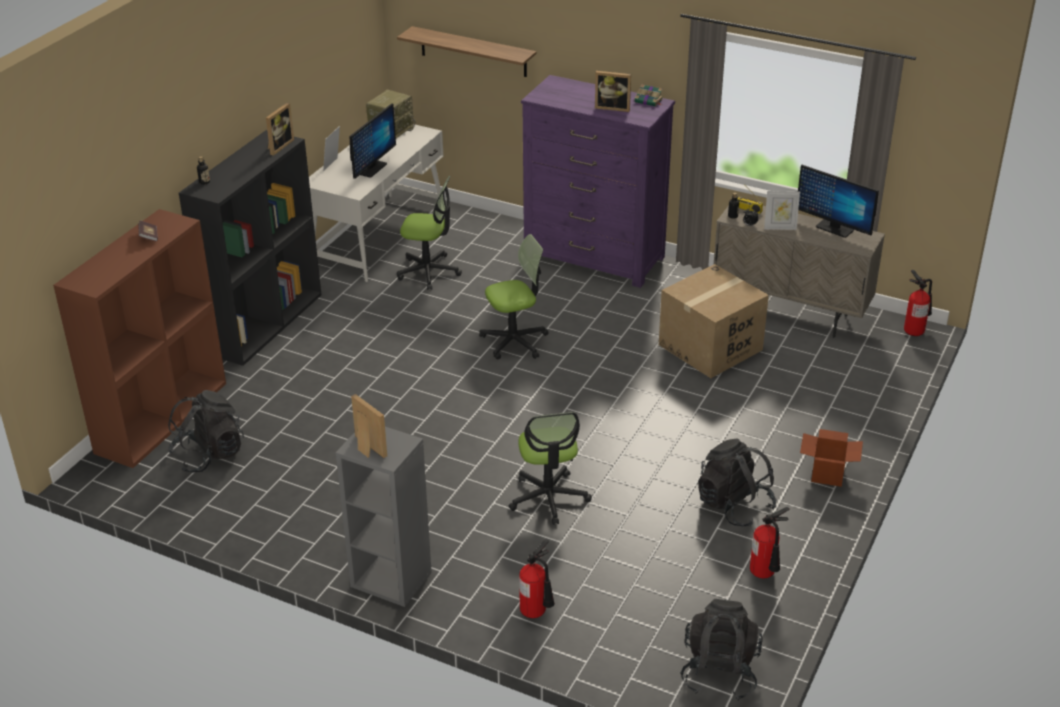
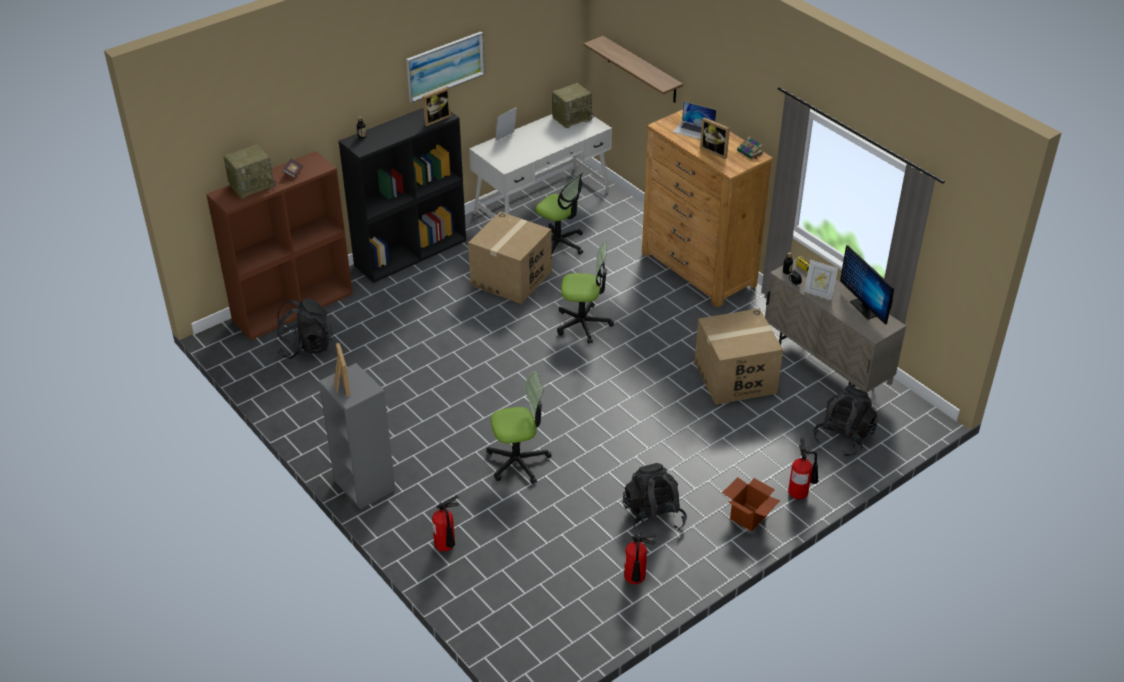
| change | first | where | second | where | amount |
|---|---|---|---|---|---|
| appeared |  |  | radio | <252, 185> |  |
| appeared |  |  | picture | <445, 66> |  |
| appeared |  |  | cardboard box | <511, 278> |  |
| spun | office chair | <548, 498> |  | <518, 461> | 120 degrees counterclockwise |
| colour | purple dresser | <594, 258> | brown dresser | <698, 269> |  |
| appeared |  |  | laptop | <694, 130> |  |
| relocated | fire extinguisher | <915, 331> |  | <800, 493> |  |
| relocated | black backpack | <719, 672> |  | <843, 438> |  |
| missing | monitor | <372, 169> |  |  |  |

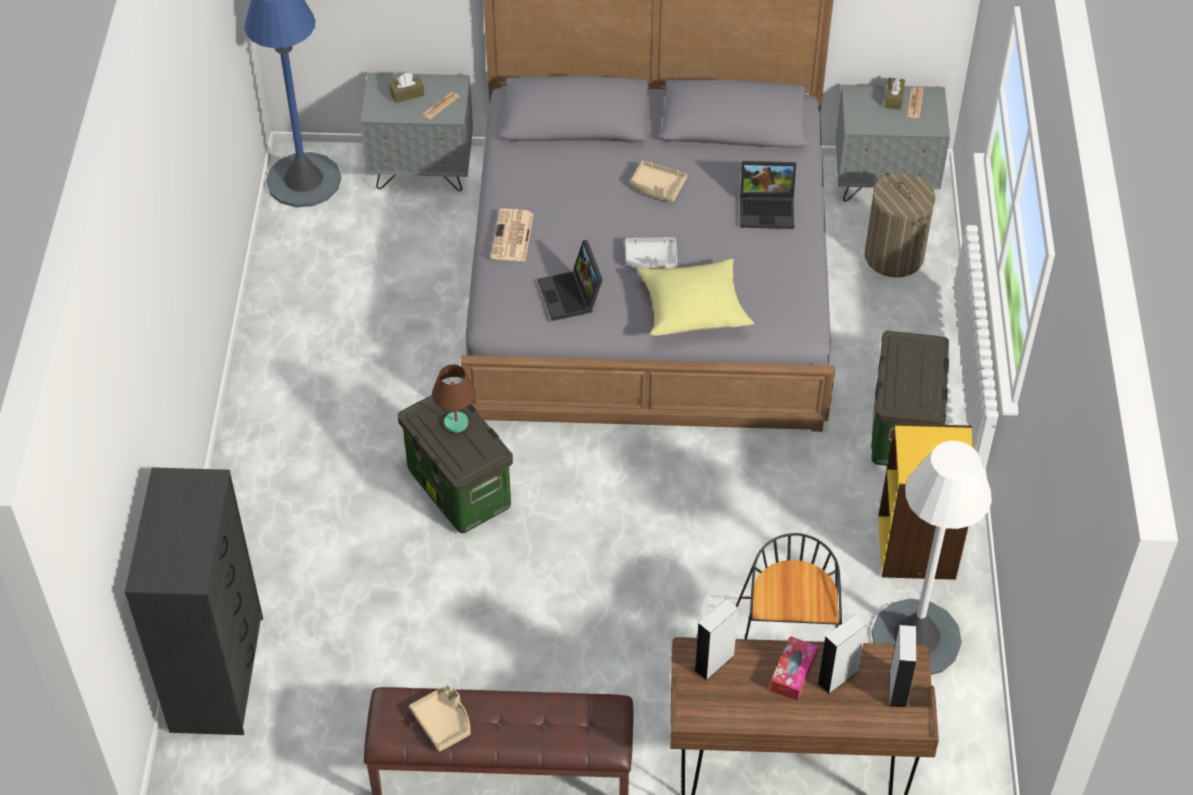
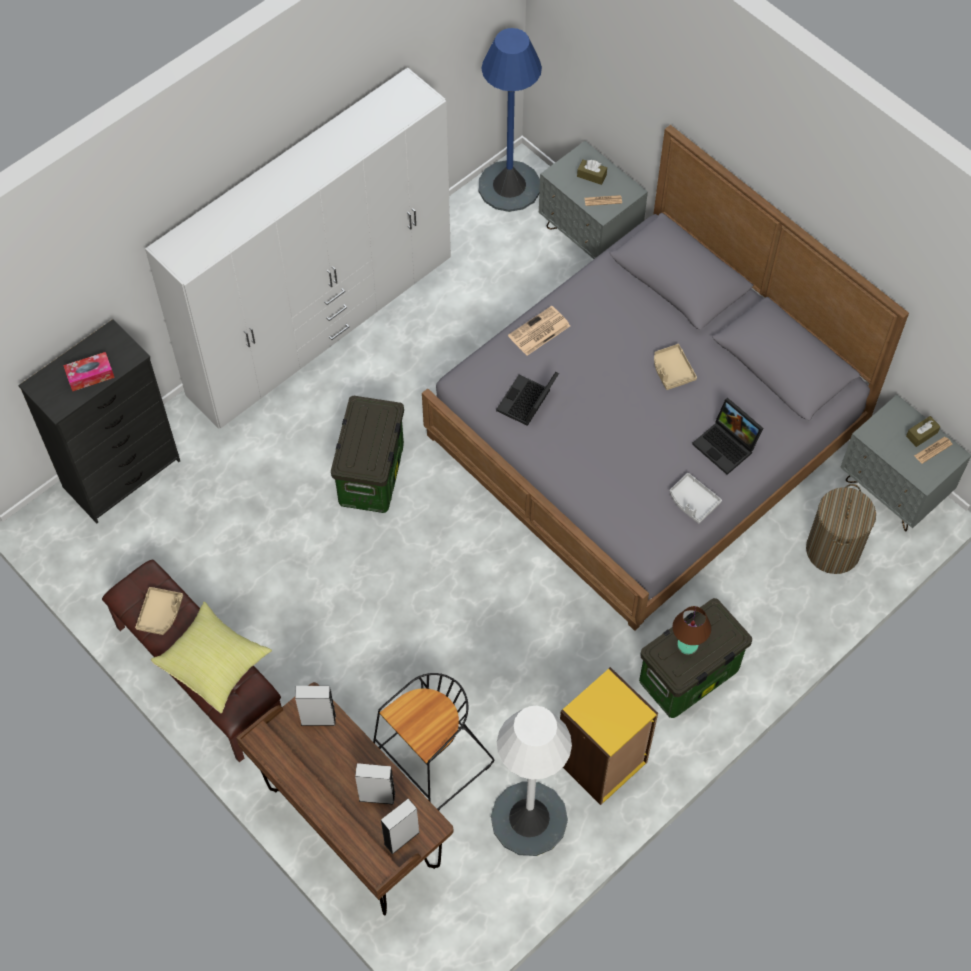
| change | first | where | second | where | amount |
|---|---|---|---|---|---|
| relocated | tissue box | <793, 673> |  | <90, 375> |  |
| appeared |  |  | white wardrobe | <321, 325> |  |
| relocated | yellow pillow | <693, 310> |  | <215, 664> |  |
| relocated | grey tray | <651, 259> |  | <693, 501> |  |
| relocated | brown table lamp | <455, 423> |  | <687, 644> |  |

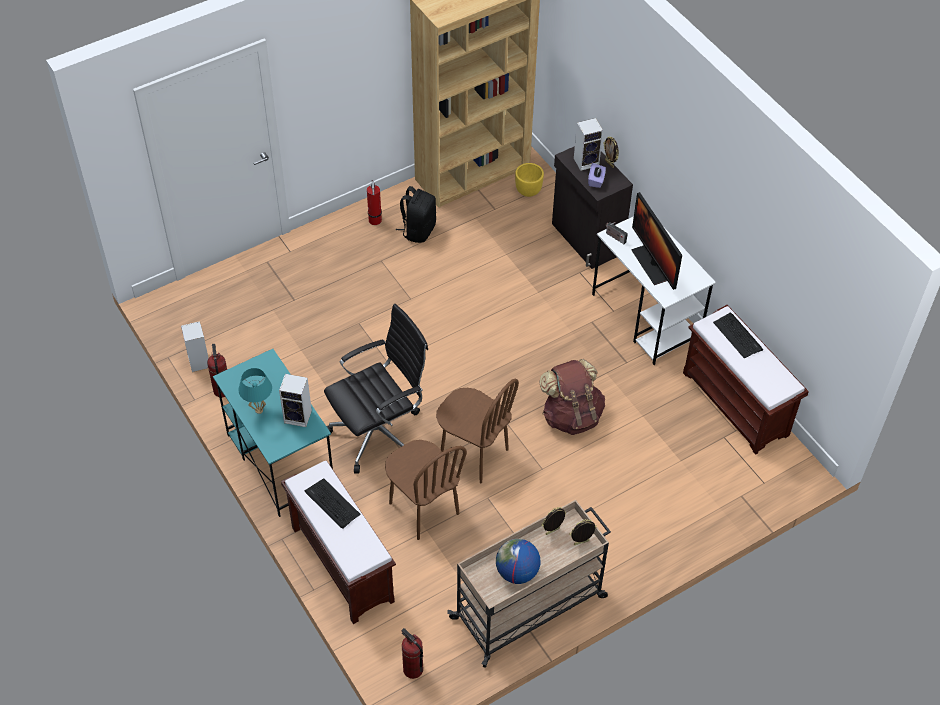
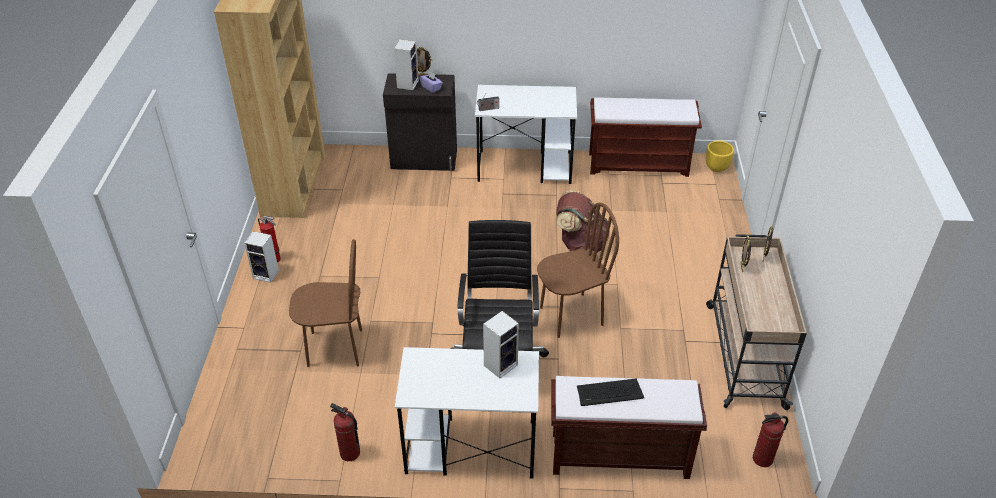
| change | first | where | second | where | amount |
|---|---|---|---|---|---|
| relocated | speaker | <200, 362> |  | <267, 274> |  |
| relocated | brown chair | <423, 509> |  | <335, 348> |  |
| colour | turquoise desk | <279, 460> | white desk | <469, 447> |  |
| relocated | yellow planter | <528, 191> |  | <717, 168> |  |
| missing | turquoise table lamp | <259, 410> |  |  |  |
| missing | black backpack | <418, 230> |  |  |  |
| missing | globe | <517, 572> |  |  |  |
| missing | monitor | <652, 264> |  |  |  |
| missing | keyboard | <737, 336> |  |  |  |

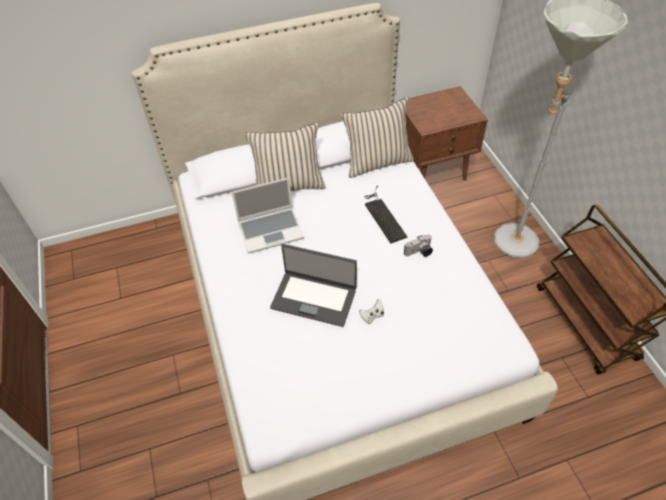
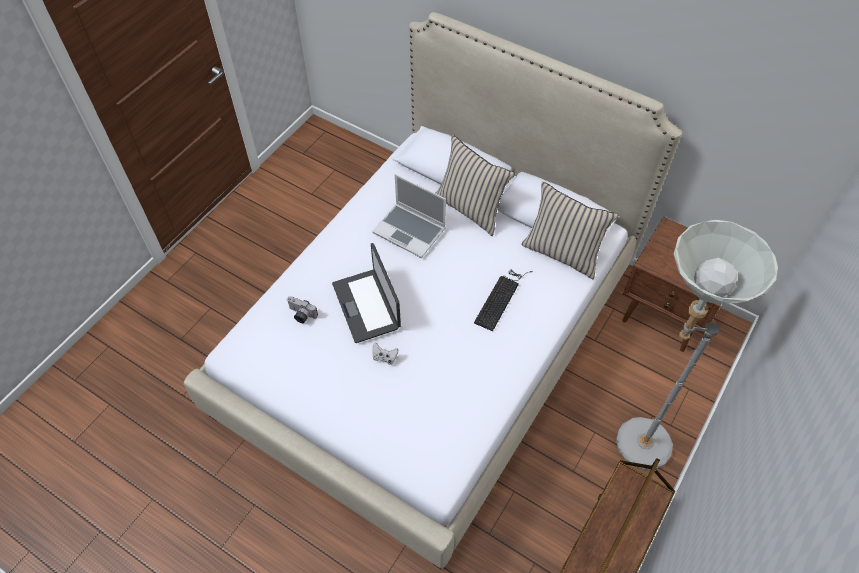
| change | first | where | second | where | amount |
|---|---|---|---|---|---|
| relocated | photo camera | <419, 252> |  | <301, 315> |  |

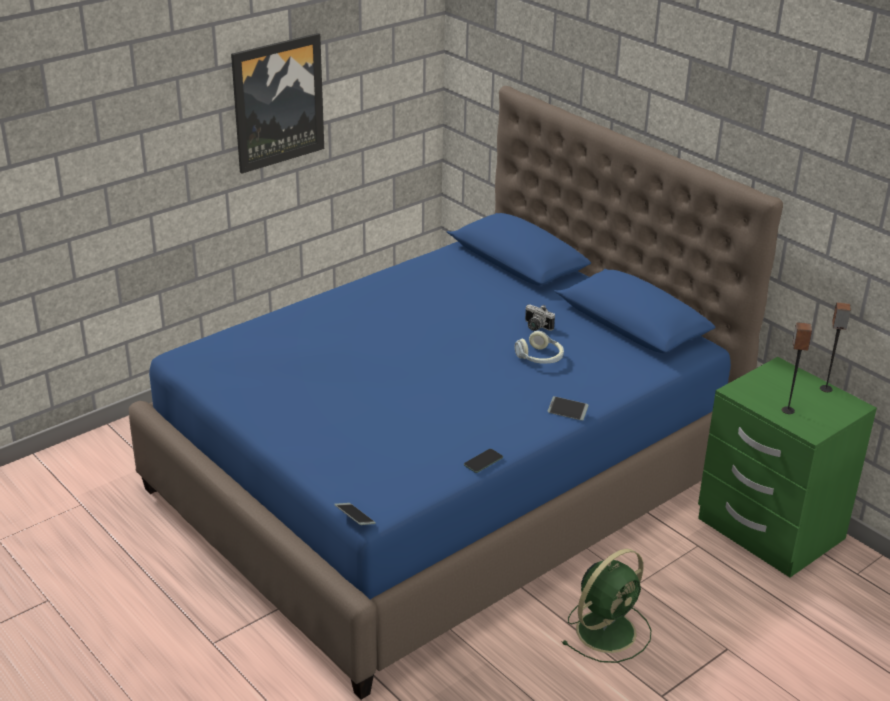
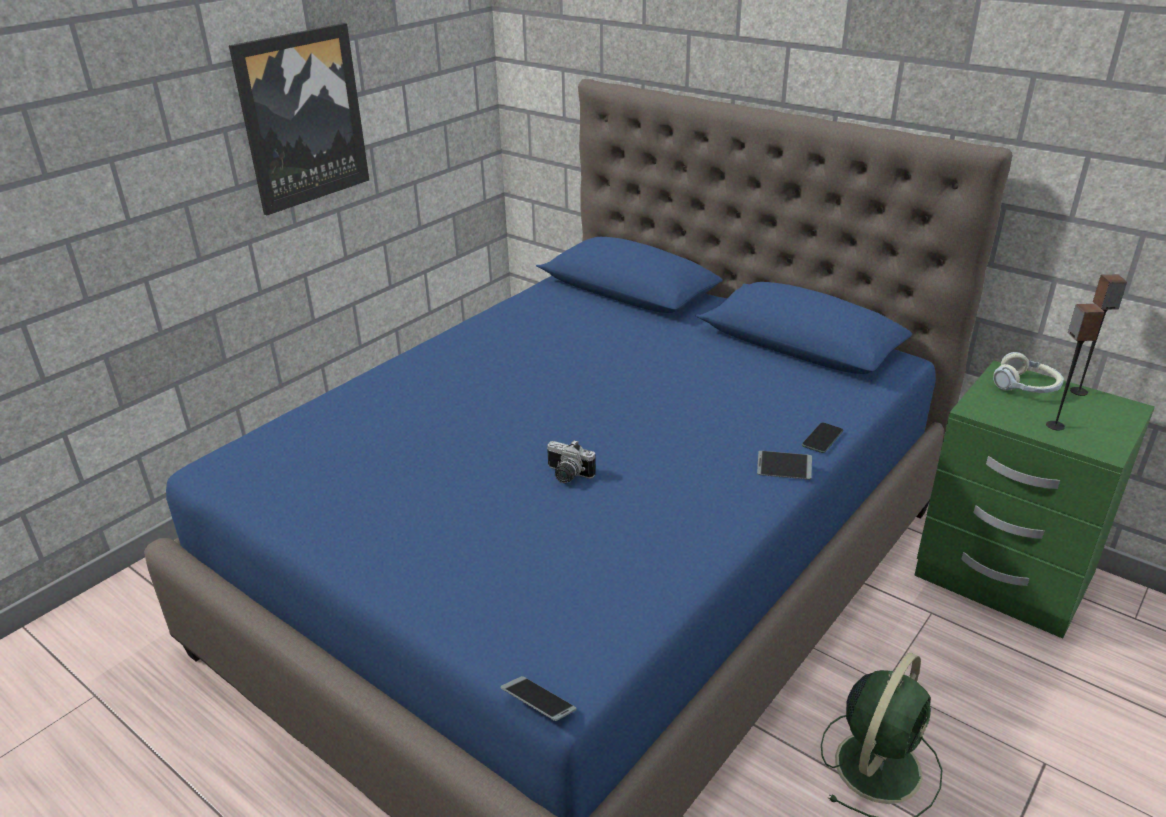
| change | first | where | second | where | amount |
|---|---|---|---|---|---|
| relocated | photo camera | <535, 327> |  | <567, 475> |  |
| relocated | phone | <483, 461> |  | <822, 438> |  |
| relocated | headphones | <540, 358> |  | <1026, 387> |  |

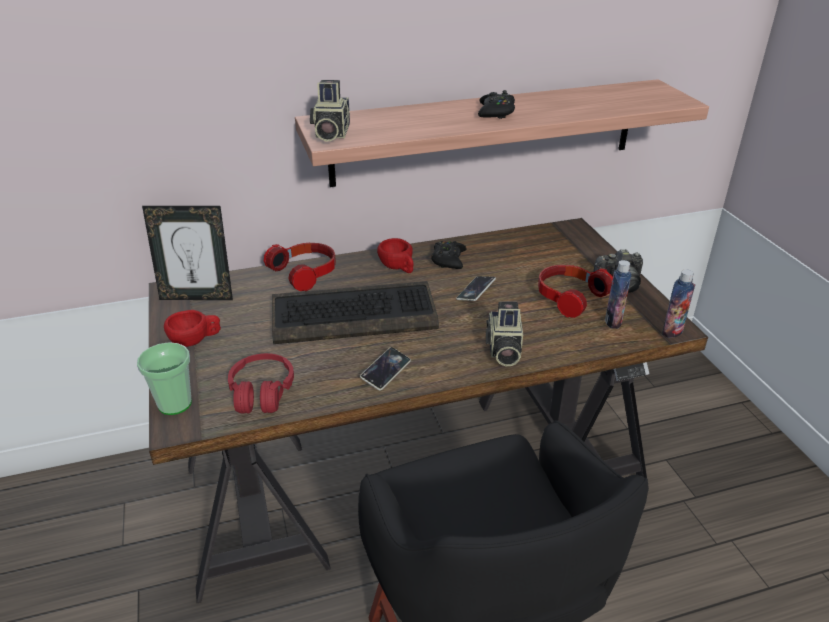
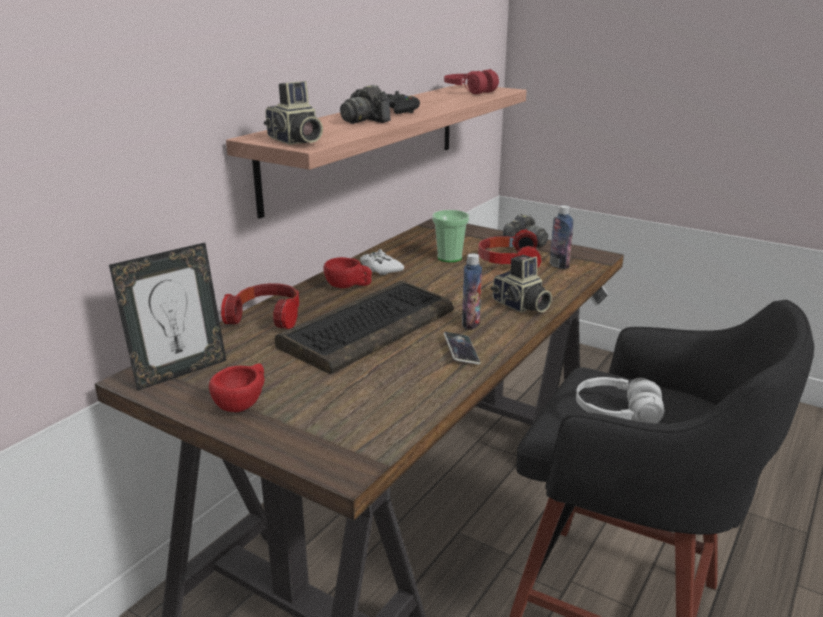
| change | first | where | second | where | amount |
|---|---|---|---|---|---|
| appeared |  |  | photo camera | <364, 120> |  |
| colour | black game controller | <448, 260> | white game controller | <380, 269> |  |
| relocated | cup | <175, 404> |  | <449, 258> |  |
| relocated | red headphones | <262, 392> |  | <469, 91> |  |
| relocated | bottle | <672, 331> |  | <470, 323> |  |
| appeared |  |  | white headphones | <617, 413> |  |
| missing | phone | <476, 291> |  |  |  |

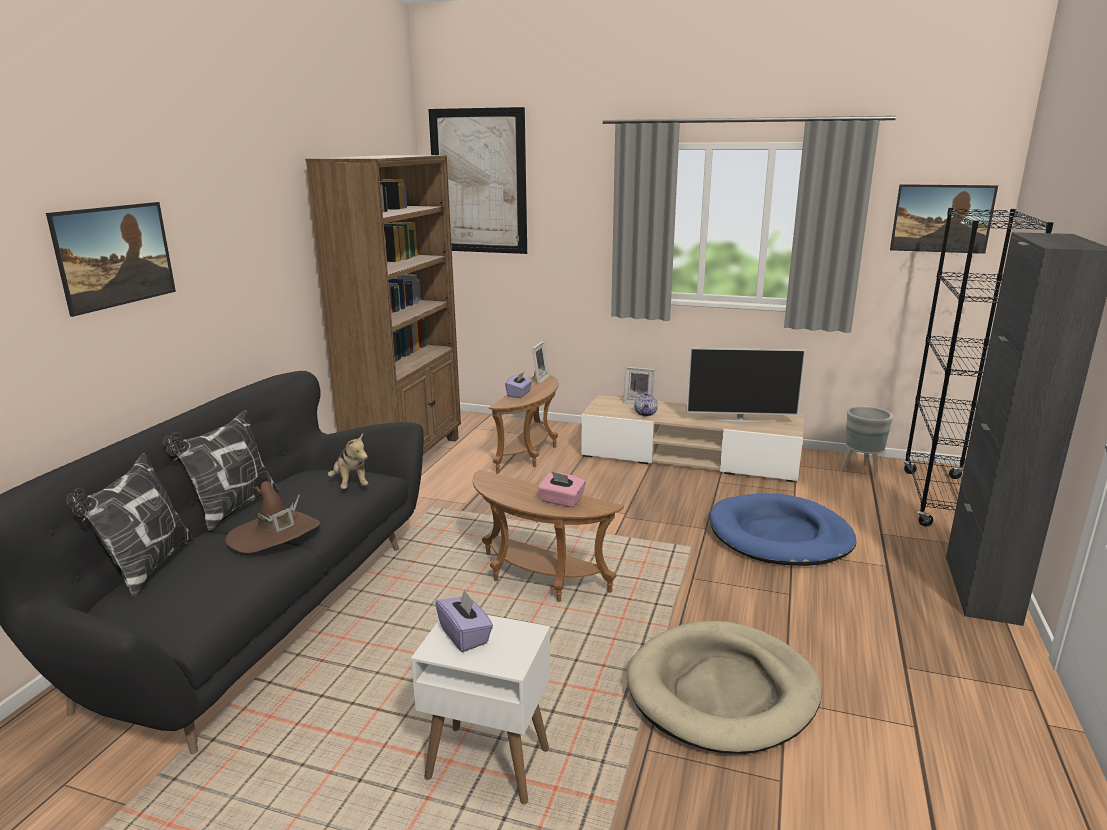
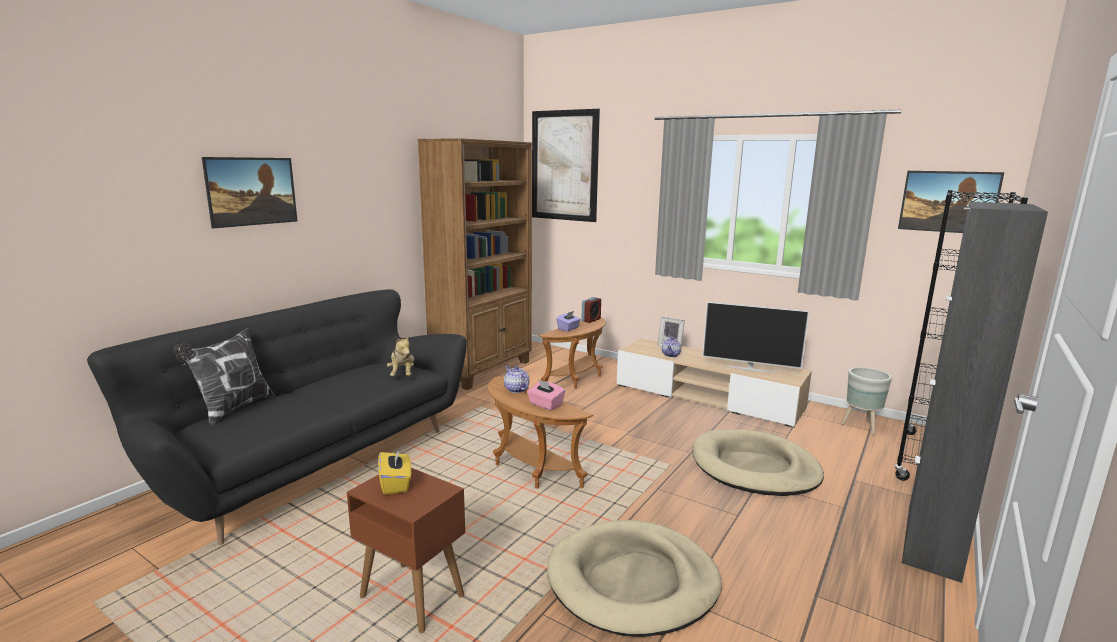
| change | first | where | second | where | amount |
|---|---|---|---|---|---|
| colour | white side table | <486, 763> | brown side table | <411, 596> |  |
| colour | purple tissue box | <465, 635> | yellow tissue box | <396, 484> |  |
| appeared |  |  | teapot | <516, 389> |  |
| exchanged | picture frame | <538, 379> | alarm clock | <591, 320> |  |
| colour | blue dog bed | <779, 536> | beige dog bed | <754, 468> |  |
| missing | pillow | <232, 508> |  |  |  |
| missing | brown hat | <274, 535> |  |  |  |

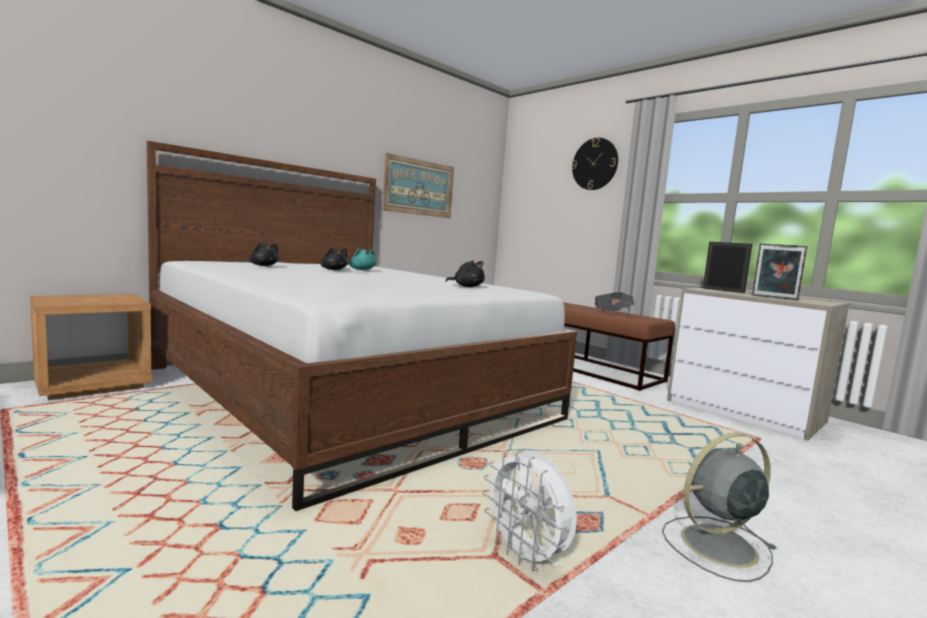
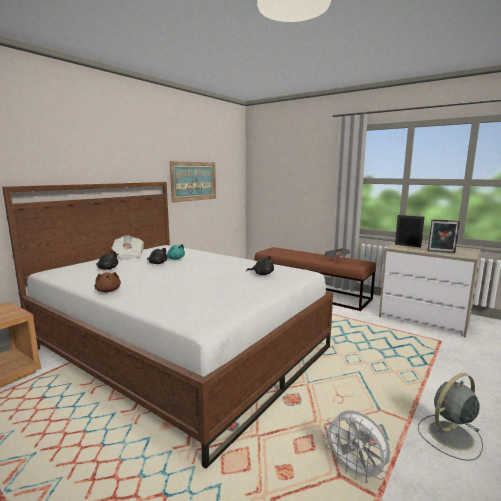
| change | first | where | second | where | amount |
|---|---|---|---|---|---|
| appeared |  |  | brown plush toy | <108, 291> |  |
| appeared |  |  | newspaper | <128, 256> |  |
| missing | wall clock | <595, 164> |  |  |  |

